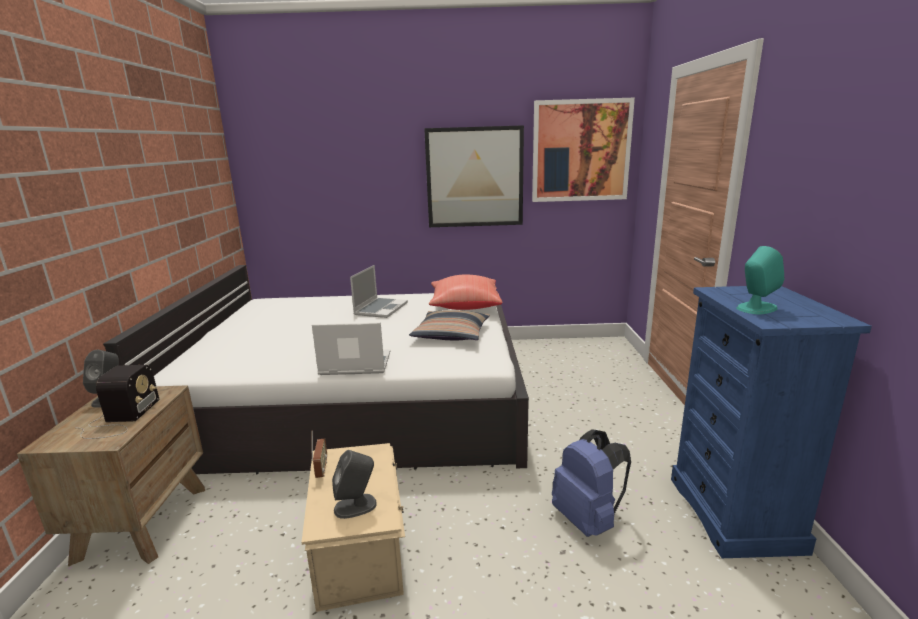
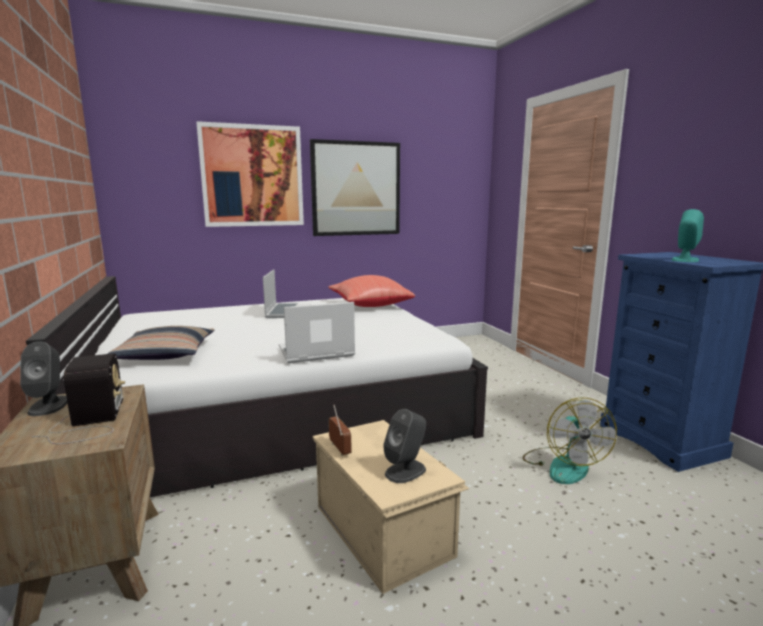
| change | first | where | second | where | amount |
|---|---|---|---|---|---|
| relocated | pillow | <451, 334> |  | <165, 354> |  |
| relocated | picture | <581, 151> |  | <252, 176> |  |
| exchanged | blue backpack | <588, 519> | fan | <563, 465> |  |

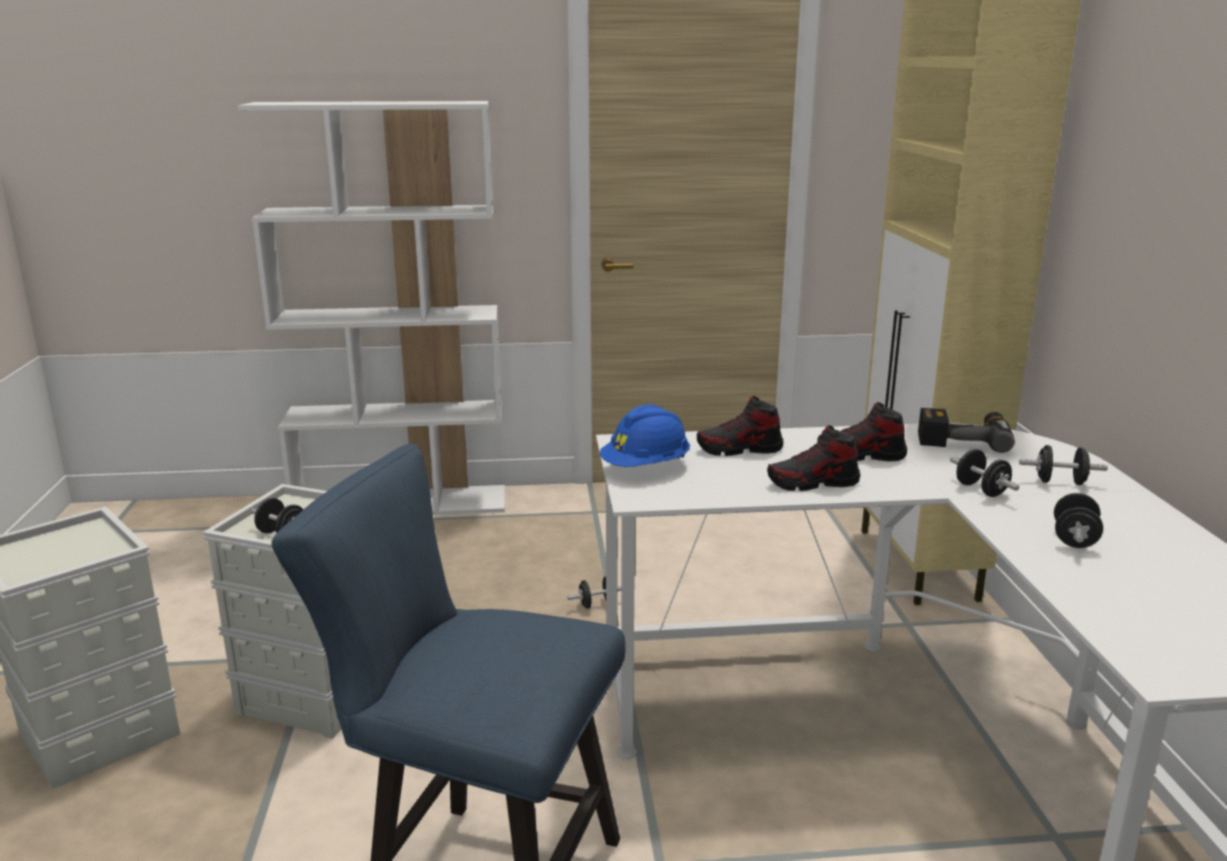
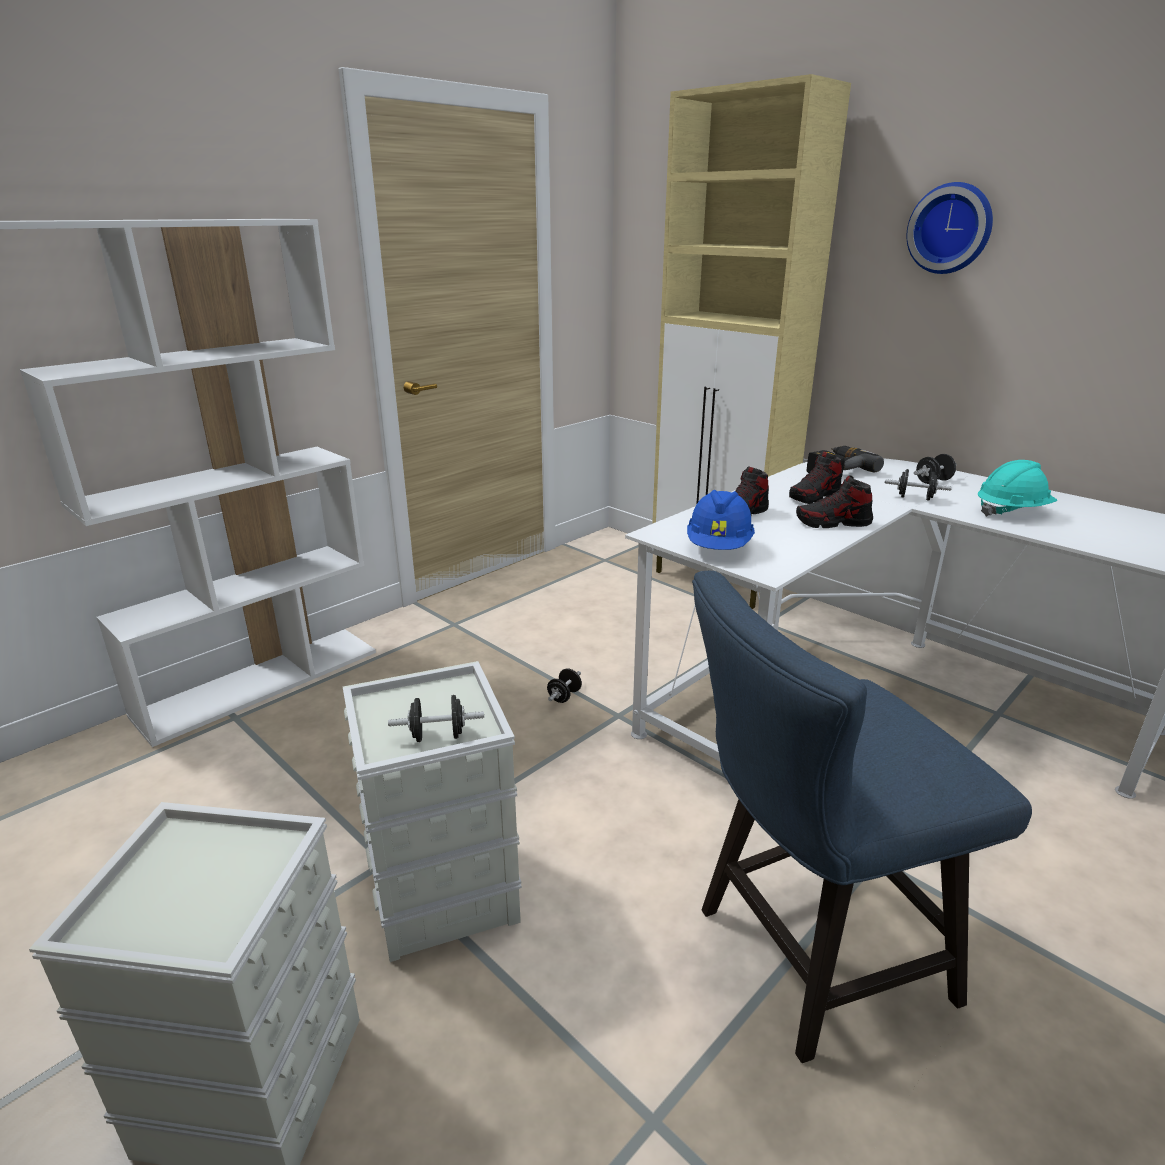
| change | first | where | second | where | amount |
|---|---|---|---|---|---|
| spun | shoe | <813, 483> |  | <833, 523> | 45 degrees clockwise |
| appeared |  |  | wall clock | <951, 228> |  |
| exchanged | black dumbbell | <1074, 539> | turquoise hard hat | <1011, 511> |  |

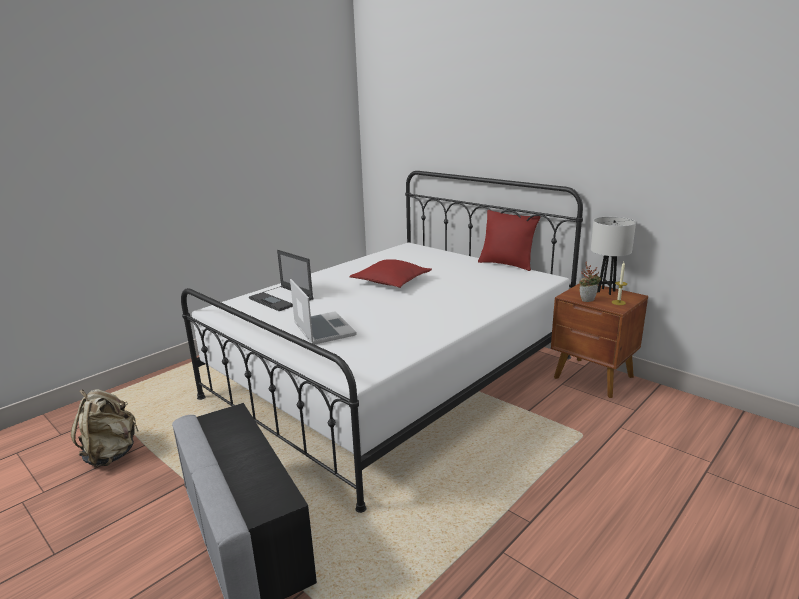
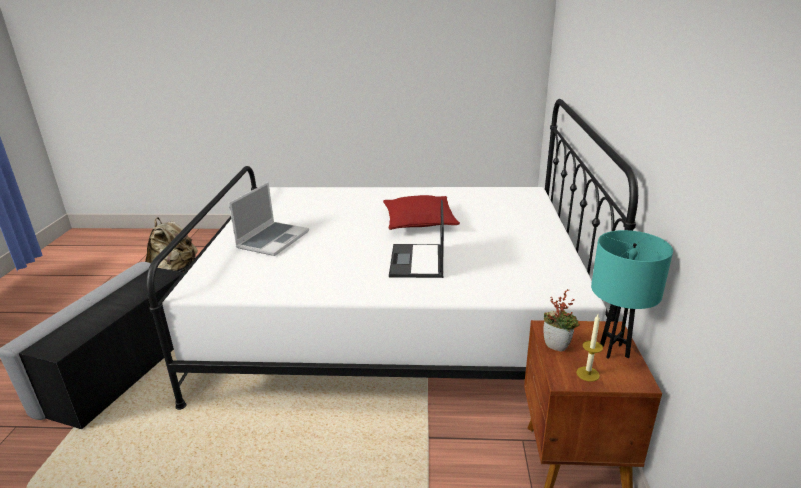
| change | first | where | second | where | amount |
|---|---|---|---|---|---|
| relocated | laptop | <282, 299> |  | <417, 262> |  |
| colour | white table lamp | <606, 291> | turquoise table lamp | <614, 351> |  |
| missing | red pillow | <506, 264> |  |  |  |

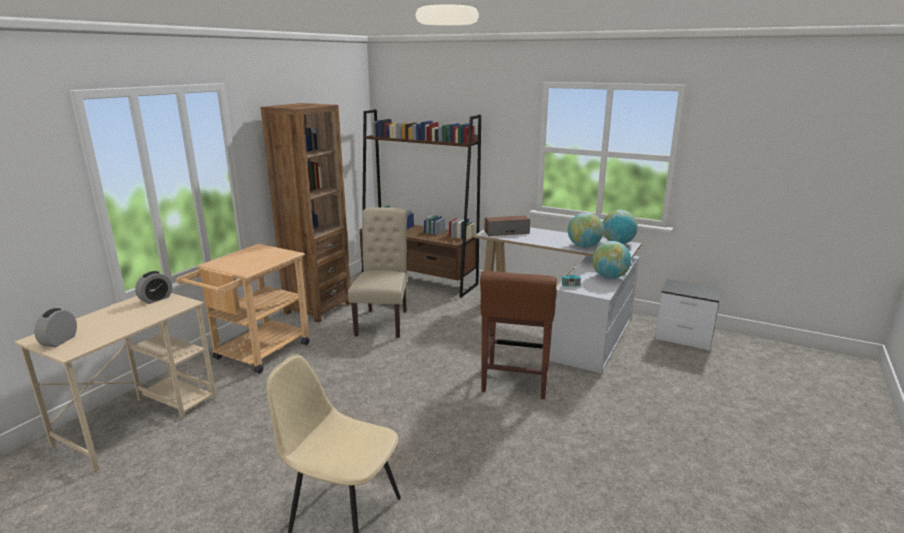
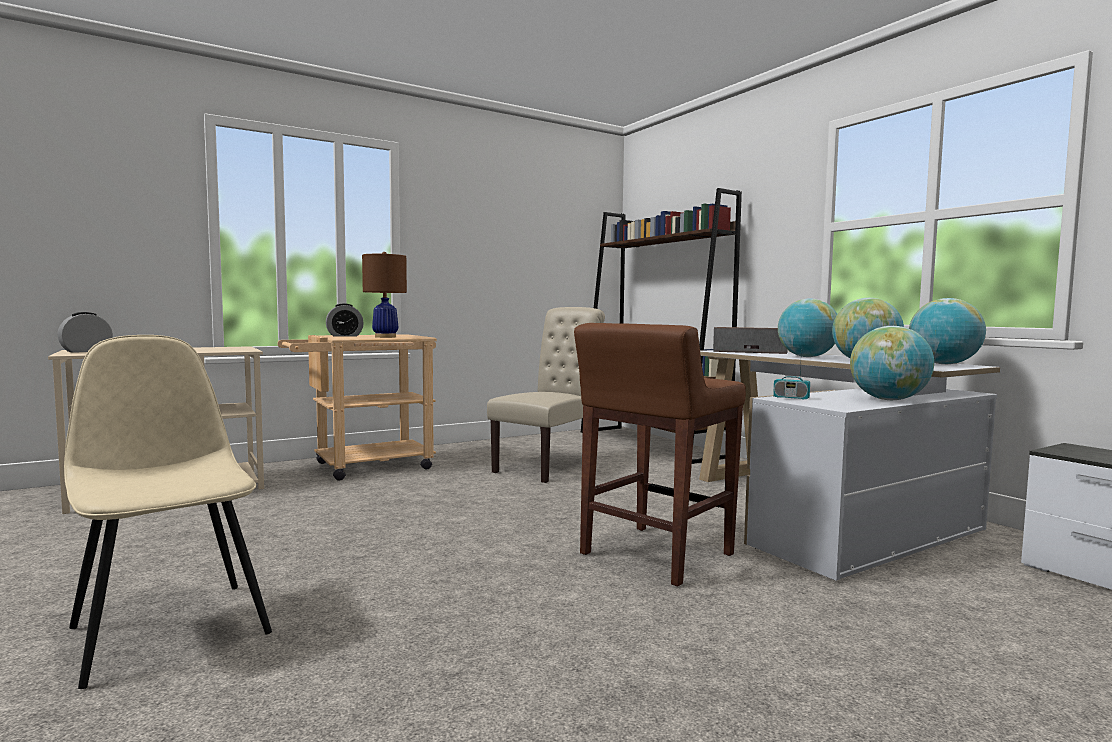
| change | first | where | second | where | amount |
|---|---|---|---|---|---|
| relocated | alarm clock | <156, 299> |  | <344, 336> |  |
| appeared |  |  | brown table lamp | <385, 337> |  |
| appeared |  |  | globe | <807, 357> |  |
| missing | brown bookcase | <318, 308> |  |  |  |

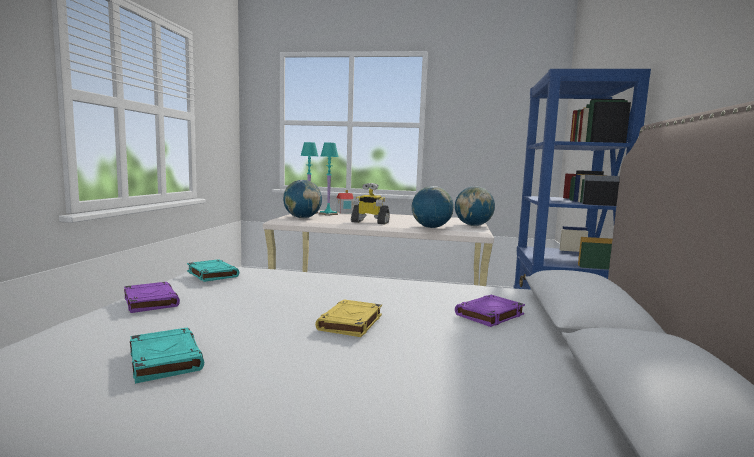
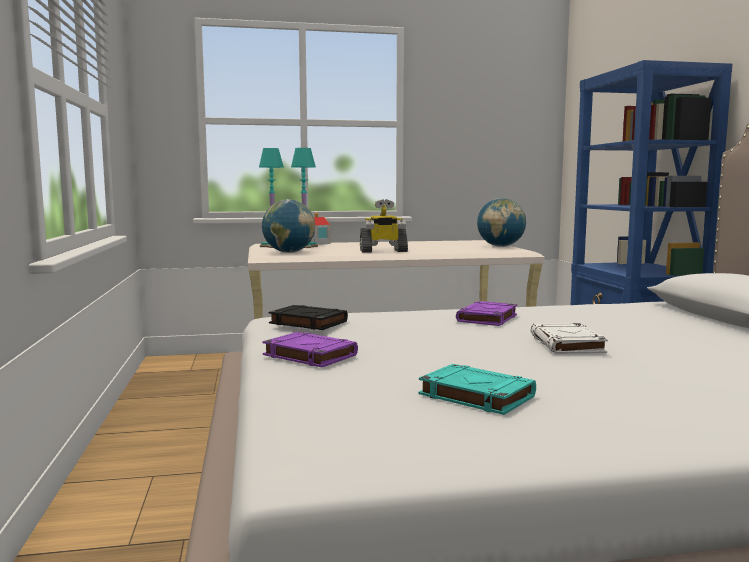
| change | first | where | second | where | amount |
|---|---|---|---|---|---|
| colour | turquoise book | <212, 274> | black book | <307, 322> |  |
| relocated | purple book | <489, 315> |  | <487, 318> |  |
| colour | yellow book | <350, 323> | white book | <567, 345> |  |
| missing | globe | <431, 227> |  |  |  |

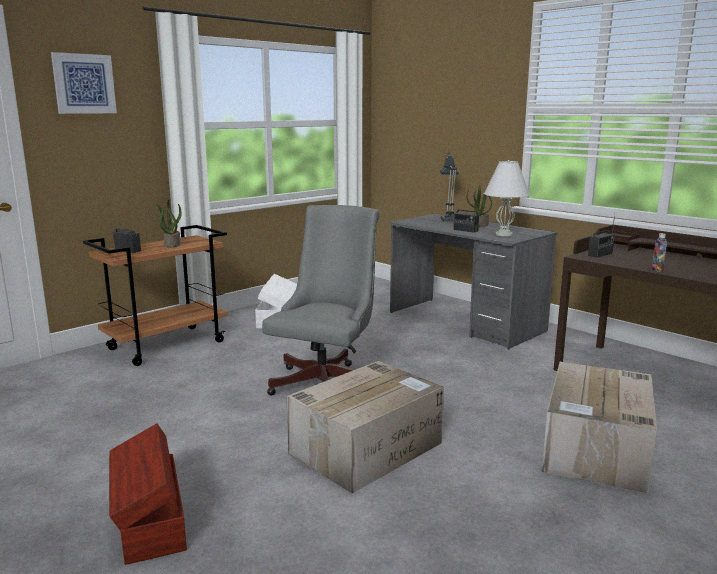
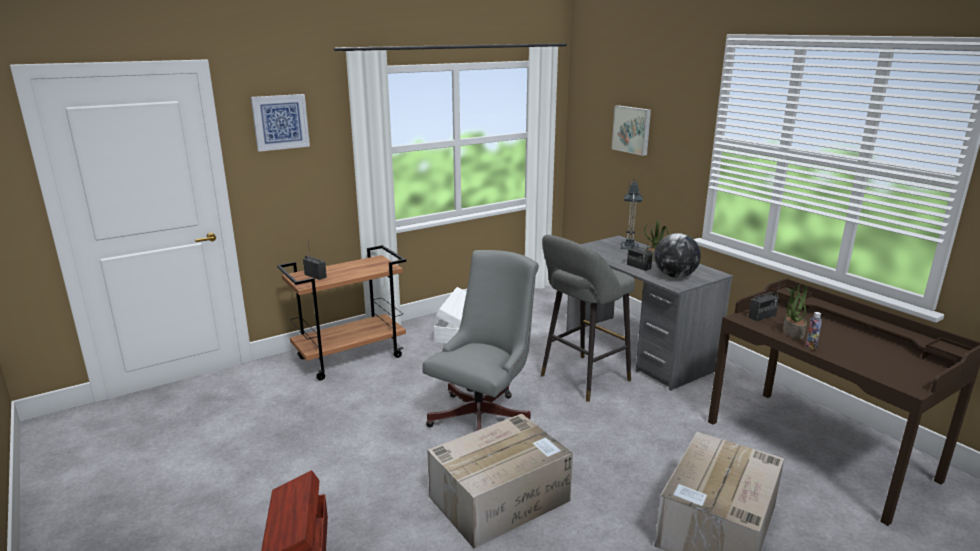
| change | first | where | second | where | amount |
|---|---|---|---|---|---|
| appeared |  |  | grey stool | <581, 379> |  |
| appeared |  |  | picture | <632, 129> |  |
| exchanged | white table lamp | <503, 234> | globe | <675, 276> |  |
| relocated | potted plant | <172, 244> |  | <792, 332> |  |

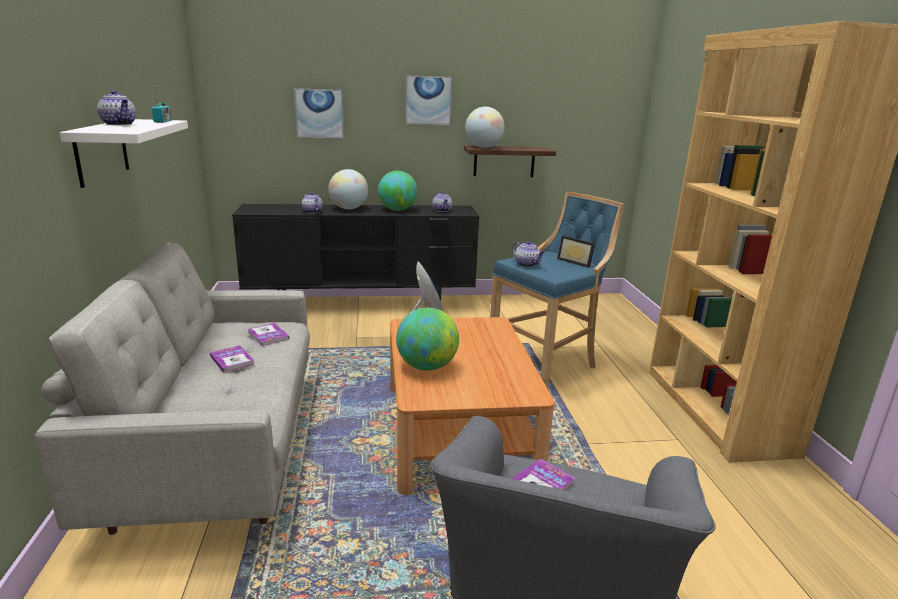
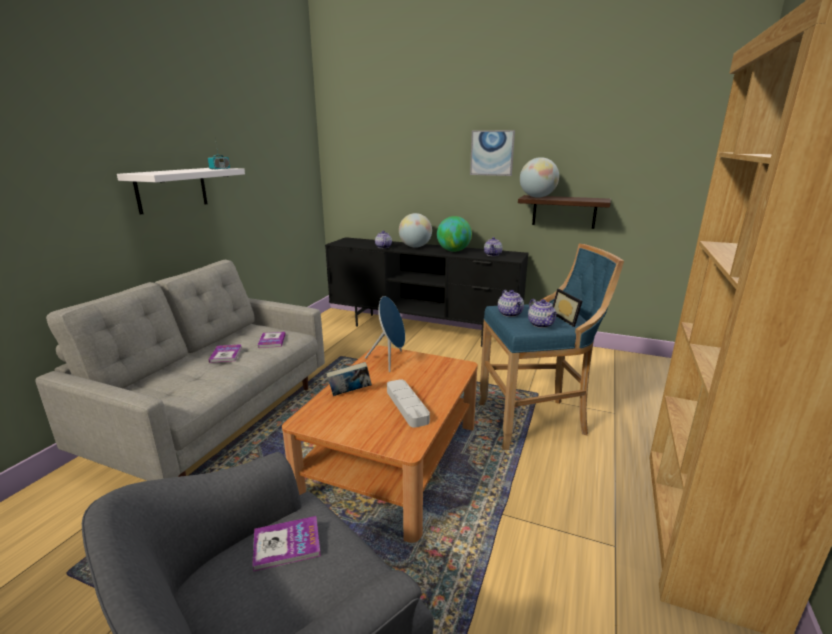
| change | first | where | second | where | amount |
|---|---|---|---|---|---|
| exchanged | globe | <427, 366> | book | <350, 393> |  |
| appeared |  |  | grey tray | <407, 406> |  |
| relocated | teapot | <119, 124> |  | <541, 324> |  |
| missing | picture | <319, 113> |  |  |  |

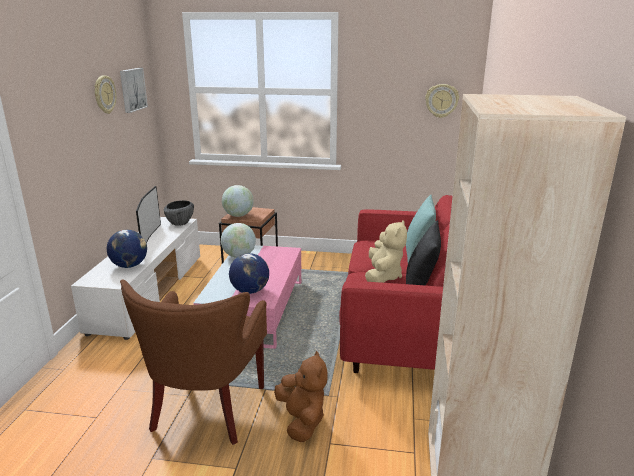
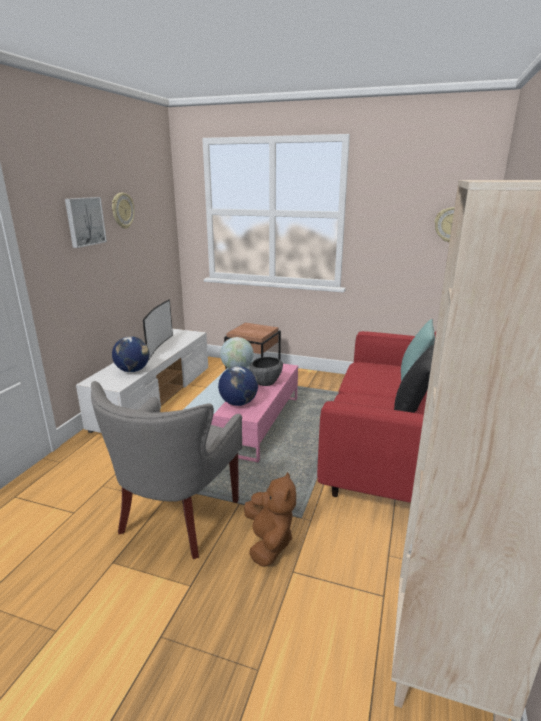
| change | first | where | second | where | amount |
|---|---|---|---|---|---|
| relocated | picture | <132, 89> |  | <84, 221> |  |
| colour | brown armchair | <206, 410> | grey armchair | <177, 518> |  |
| relocated | bowl | <180, 223> |  | <265, 383> |  |
| missing | globe | <238, 215> |  |  |  |
| missing | beige plush toy | <383, 276> |  |  |  |

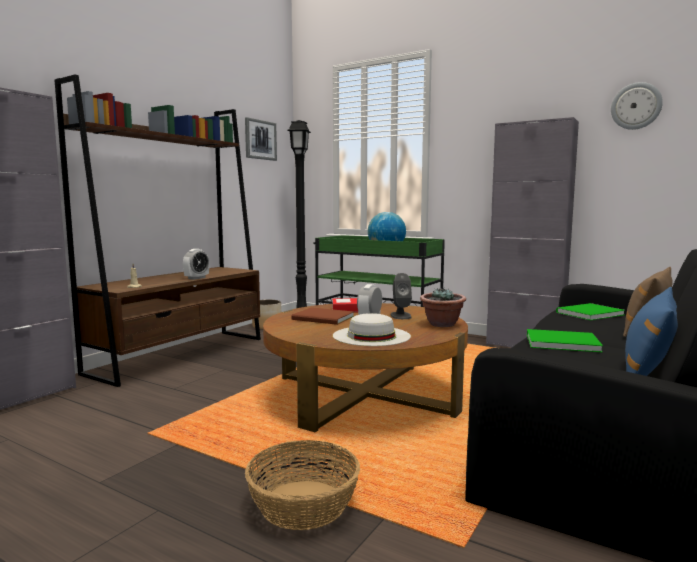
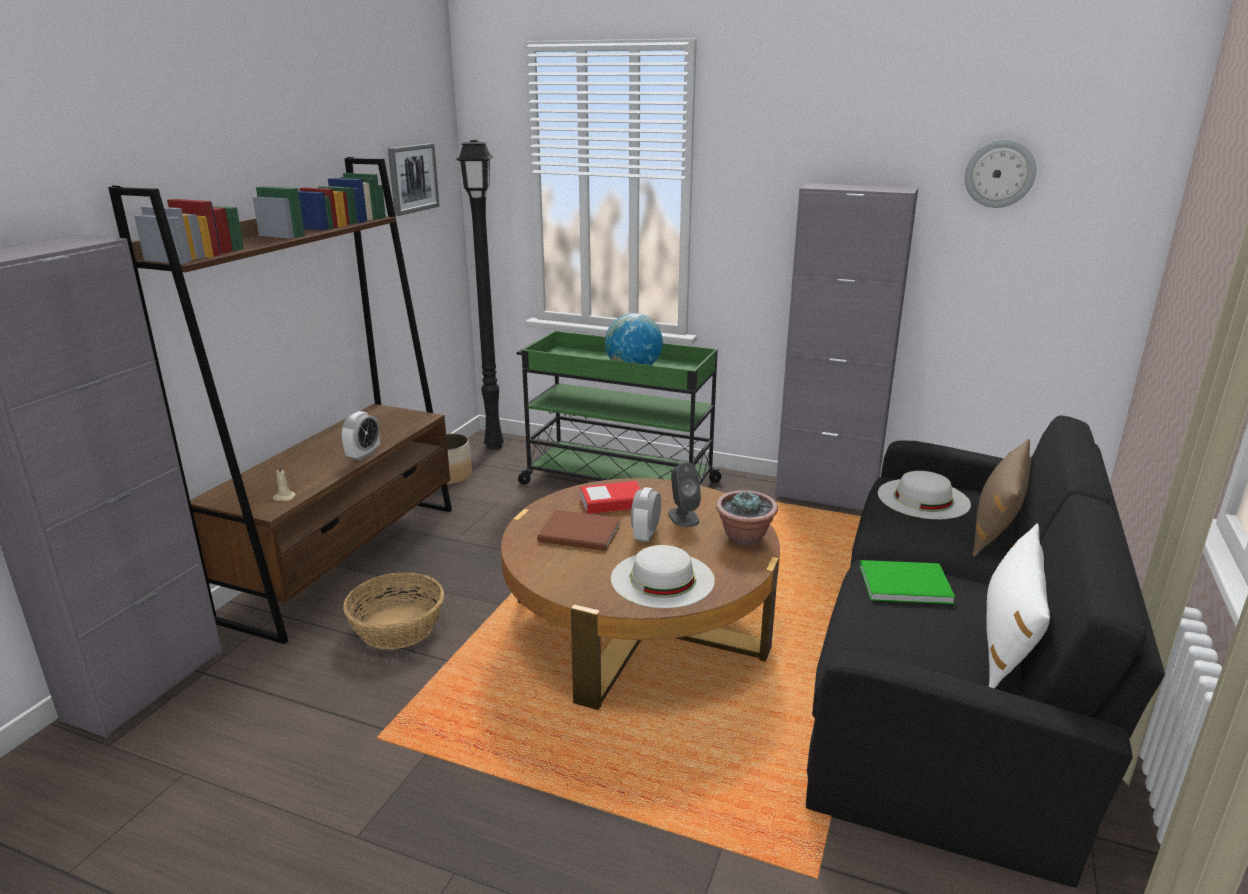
| change | first | where | second | where | amount |
|---|---|---|---|---|---|
| relocated | basket | <302, 504> |  | <397, 628> |  |
| exchanged | green book | <587, 313> | white hat | <923, 498> |  |
| colour | blue pillow | <648, 370> | white pillow | <1007, 638> |  |

